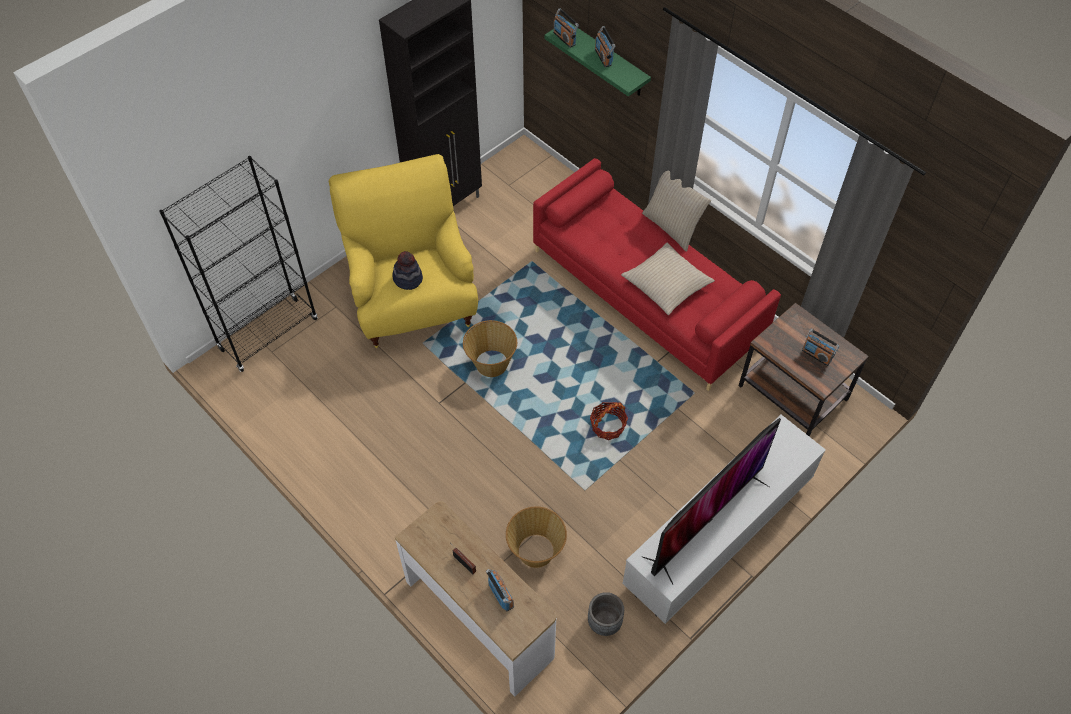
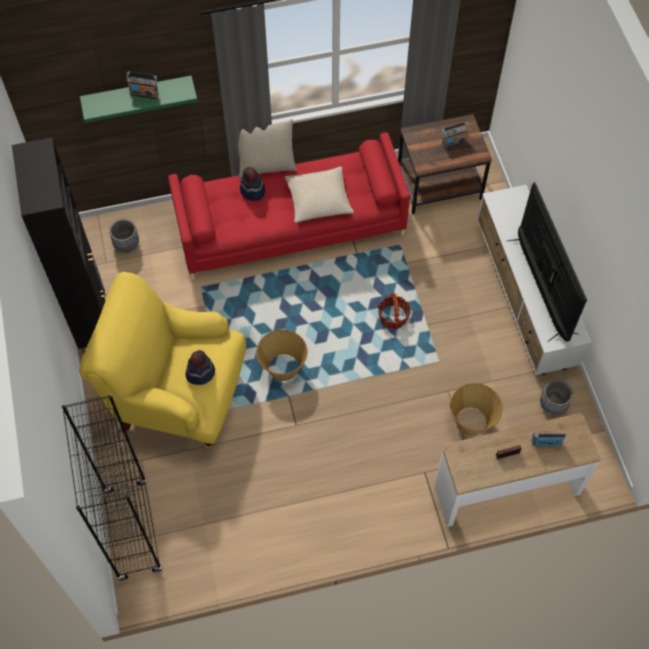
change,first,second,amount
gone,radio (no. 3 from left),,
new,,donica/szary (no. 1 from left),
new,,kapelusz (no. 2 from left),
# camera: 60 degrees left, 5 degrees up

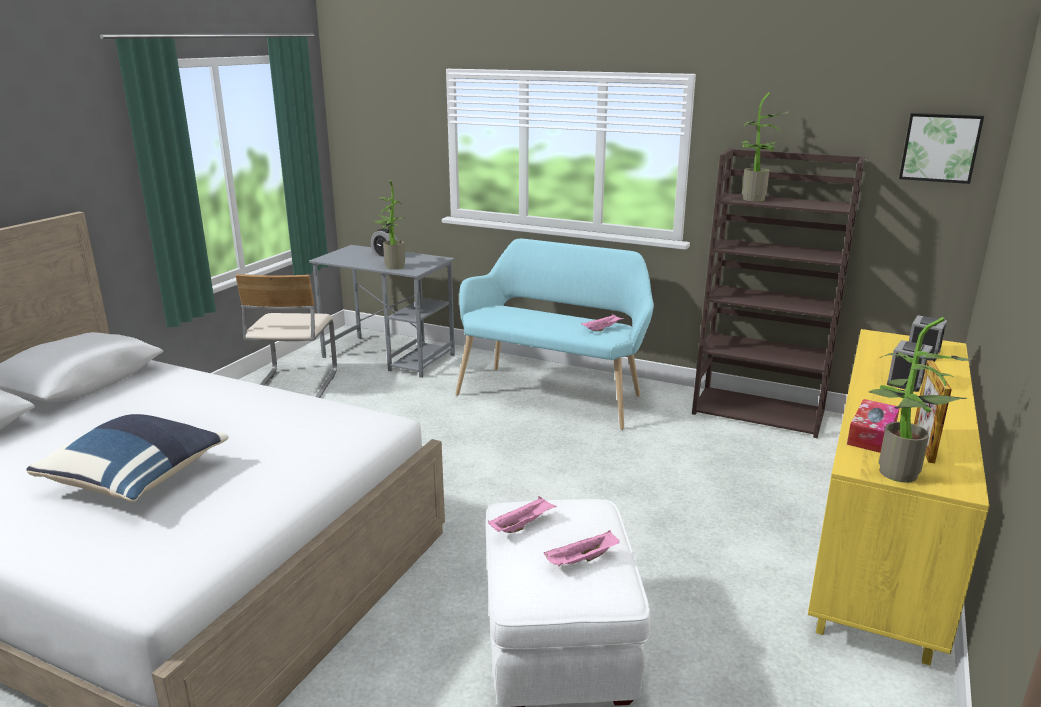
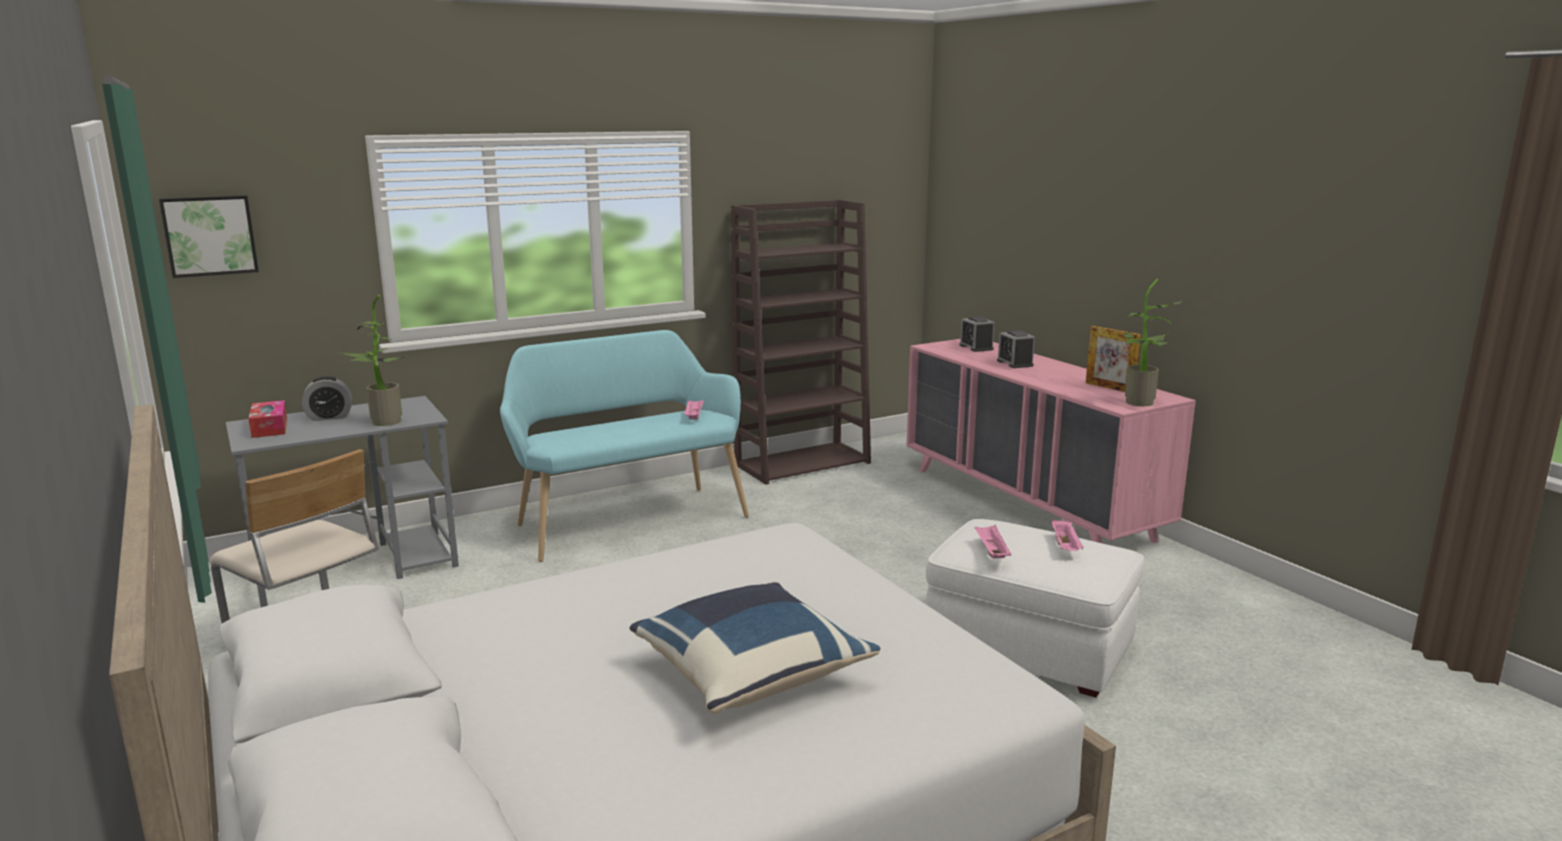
change,first,second,amount
gone,roślina doniczkowa (no. 2 from left),,
shifted,pudełko chusteczek,,
shifted,obraz,,
repainted,komoda/żółty,komoda/różowy,
# camera: 55 degrees left, 5 degrees down

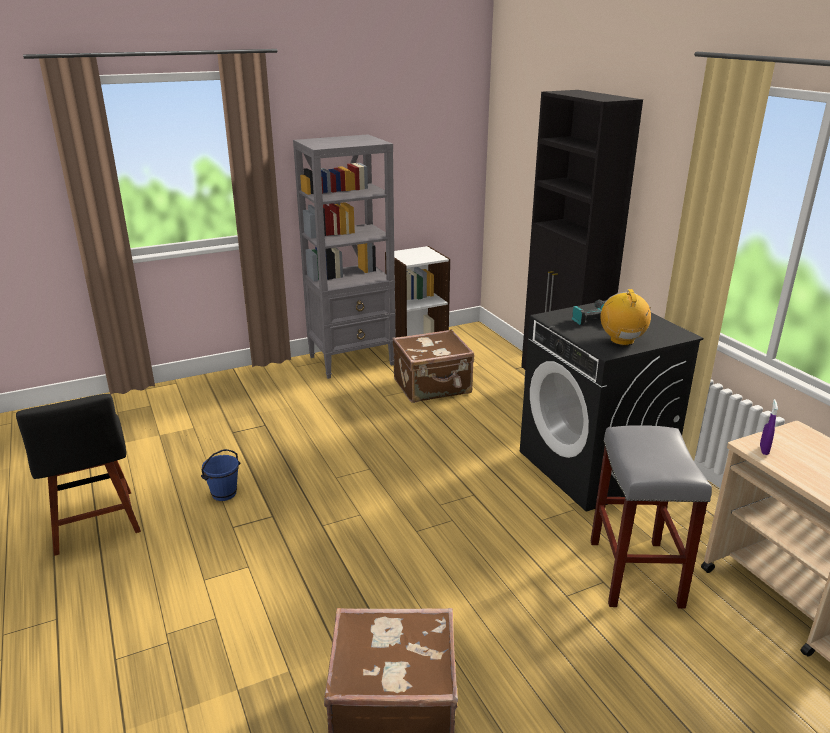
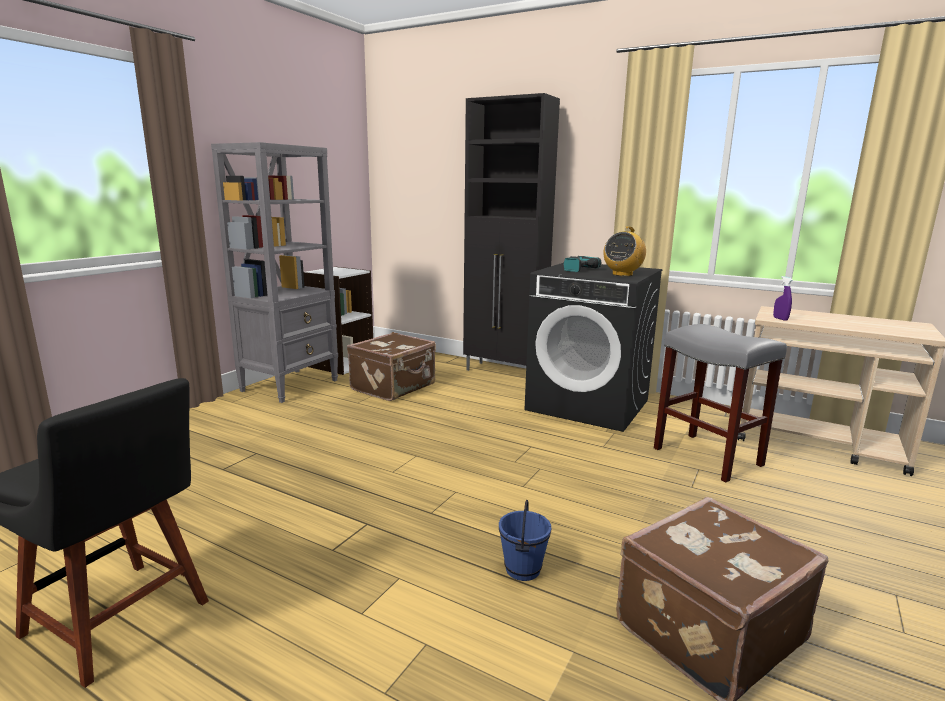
change,first,second,amount
shifted,wiadro/niebieski,,
rotated,radio,,105 degrees counterclockwise
# camera: 35 degrees left, 10 degrees down

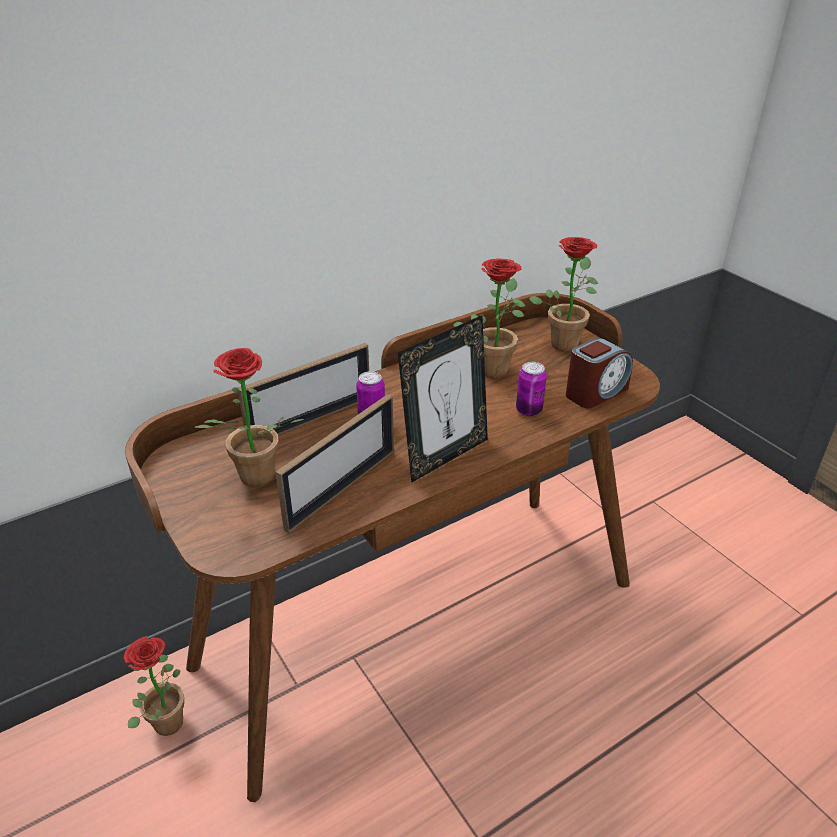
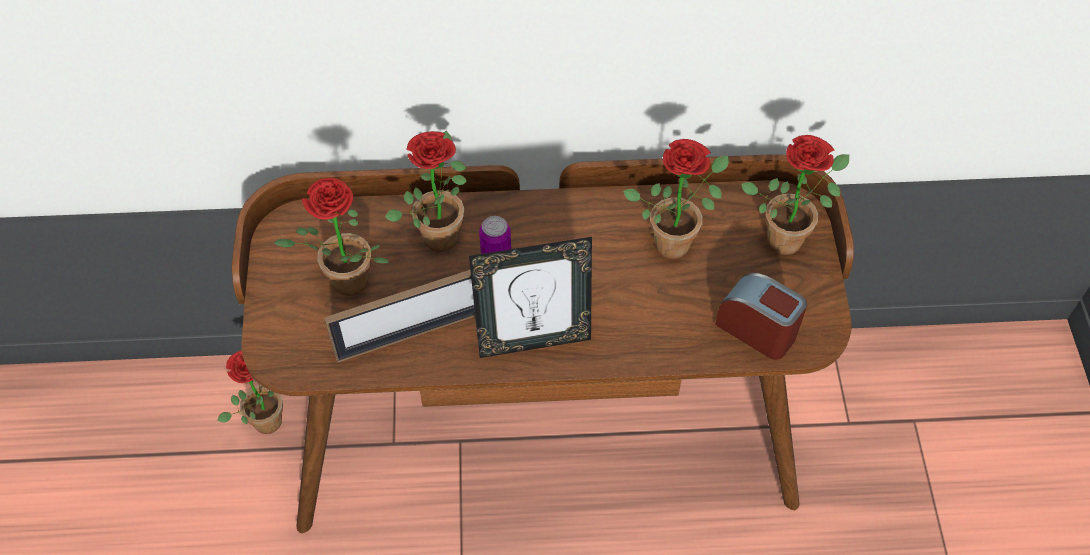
change,first,second,amount
gone,puszka (no. 2 from left),,
swapped,ramka na zdjęcie (no. 1 from left),roślina doniczkowa (no. 3 from left),
rotated,budzik,,135 degrees counterclockwise
# camera: 30 degrees right, 20 degrees up

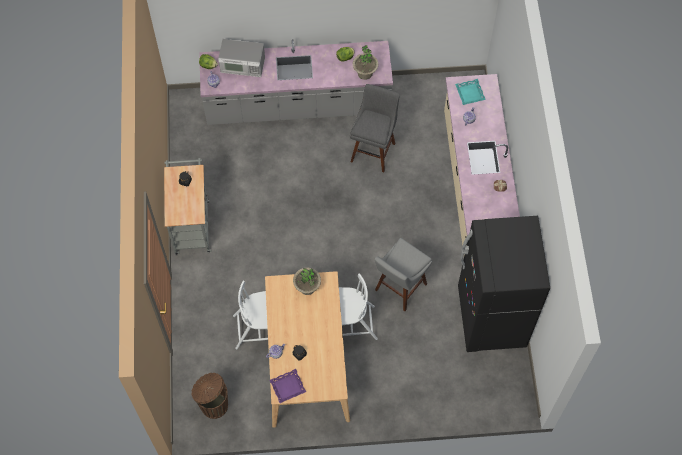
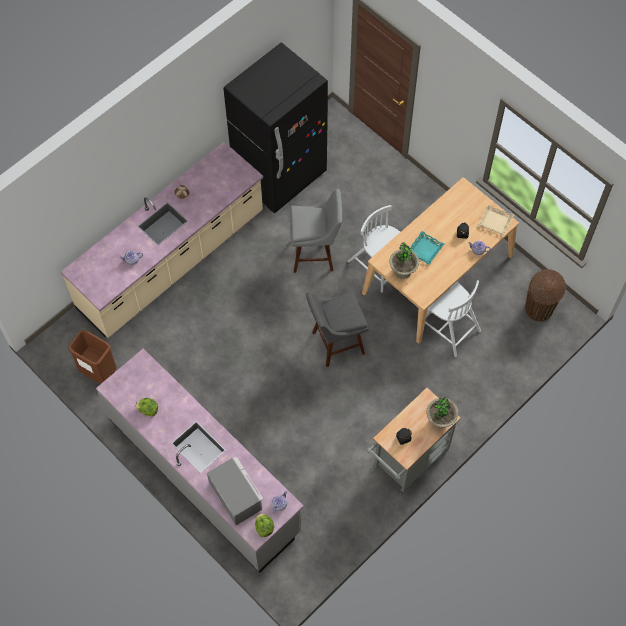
change,first,second,amount
new,,kosz na śmieci/brązowy (no. 1 from left),
shifted,stołek/szary (no. 1 from left in the first image),stołek/szary (no. 2 from left),
shifted,roślina doniczkowa (no. 2 from left),,
shifted,taca/turkusowy,,
repainted,taca/fioletowy,taca/beżowy,
# camera: 130 degrees left, 0 degrees up

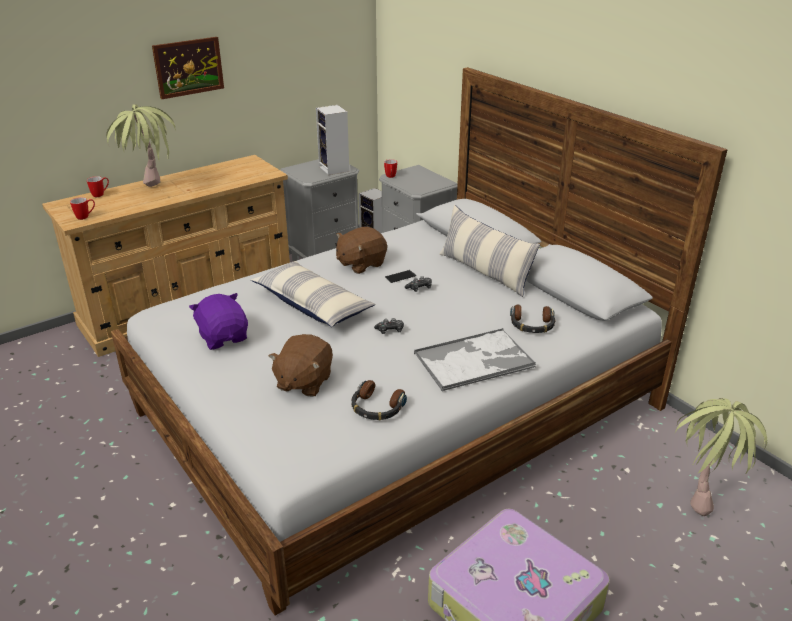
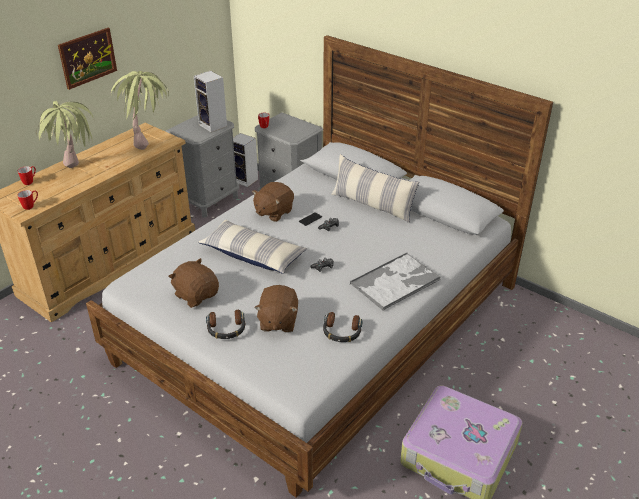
change,first,second,amount
shifted,słuchawki (no. 2 from left in the first image),słuchawki (no. 1 from left),
shifted,roślina doniczkowa (no. 2 from left),,
repainted,pluszak/fioletowy,pluszak/brązowy (no. 1 from left),
# camera: 15 degrees left, 5 degrees up

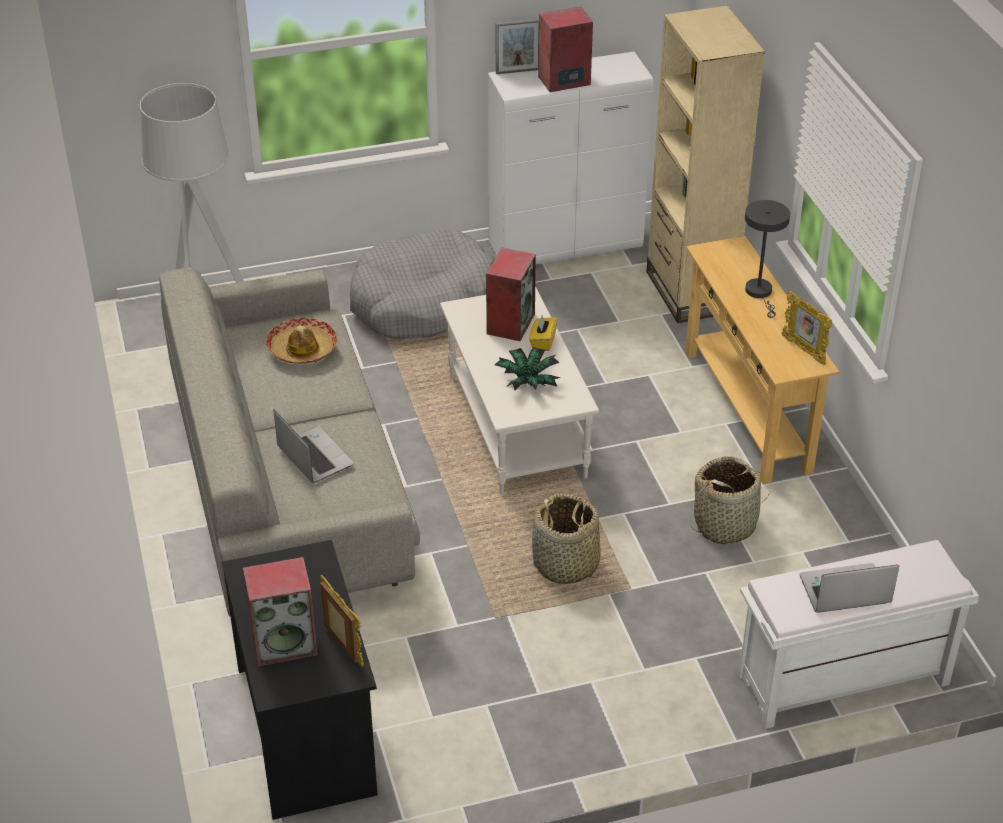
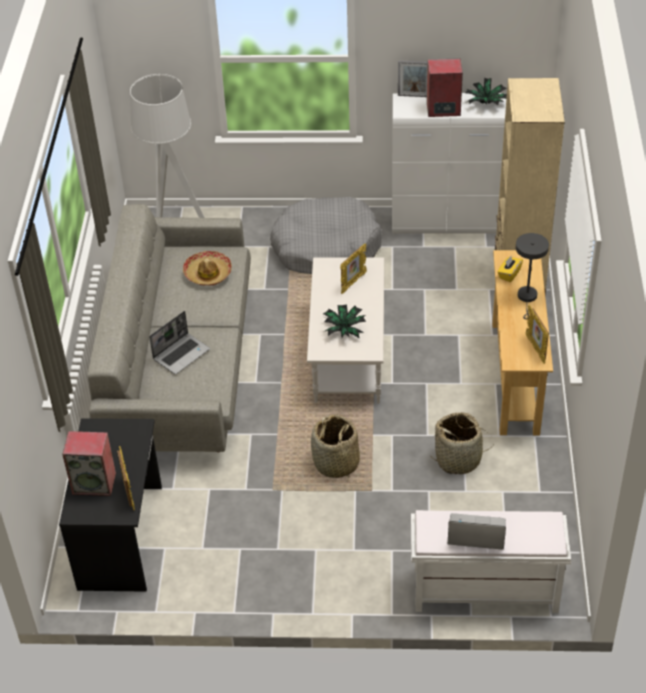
change,first,second,amount
new,,roślina doniczkowa (no. 2 from left),
shifted,pudełko chusteczek/żółty,,
swapped,głośnik (no. 2 from left),ramka na zdjęcie (no. 2 from left),
rotated,laptop (no. 1 from left),,60 degrees clockwise
# camera: 20 degrees right, 5 degrees up

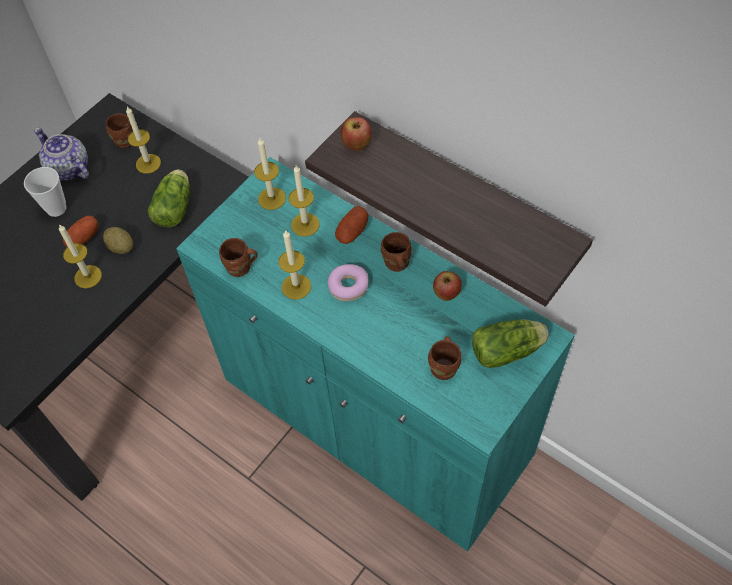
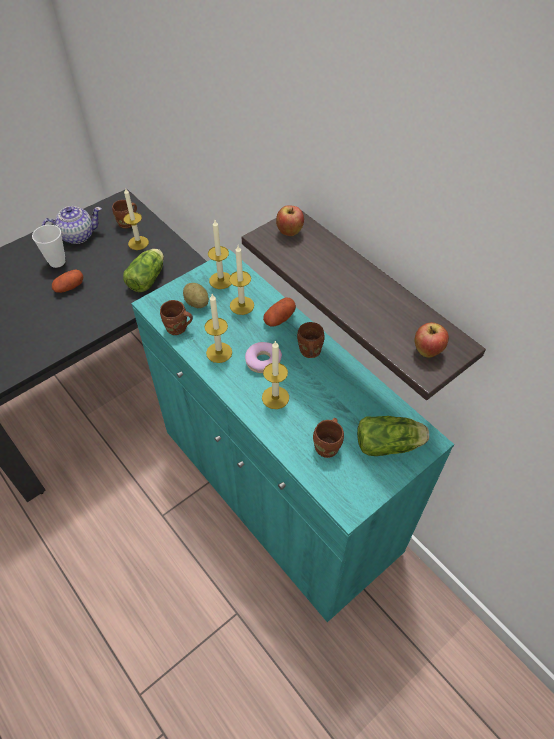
change,first,second,amount
shifted,świeca (no. 1 from left in the first image),świeca (no. 5 from left),
shifted,ziemniak (no. 2 from left),,
shifted,jabłko (no. 2 from left),,
rotated,imbryk,,105 degrees clockwise
# camera: 10 degrees right, 5 degrees down

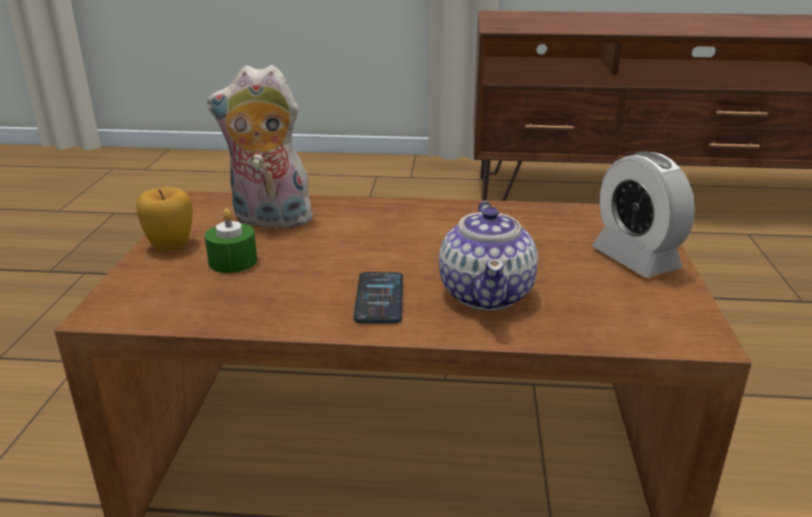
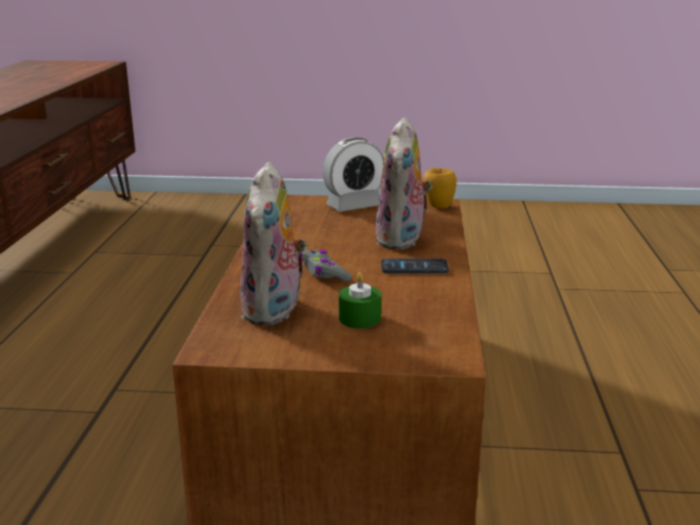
change,first,second,amount
new,,pad do gier/szary,
shifted,jabłko,,
swapped,imbryk,pluszak (no. 2 from left),
# camera: 90 degrees left, 5 degrees down

